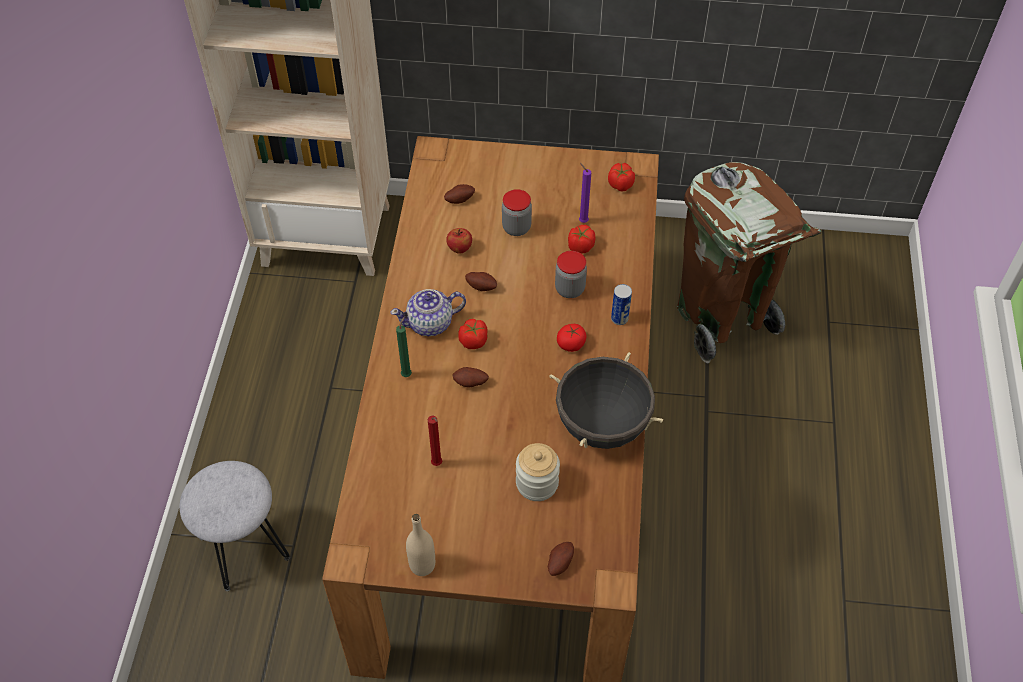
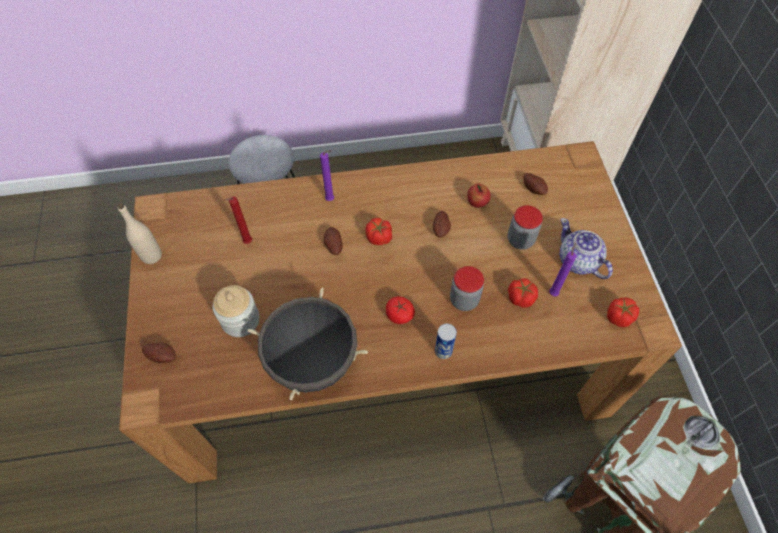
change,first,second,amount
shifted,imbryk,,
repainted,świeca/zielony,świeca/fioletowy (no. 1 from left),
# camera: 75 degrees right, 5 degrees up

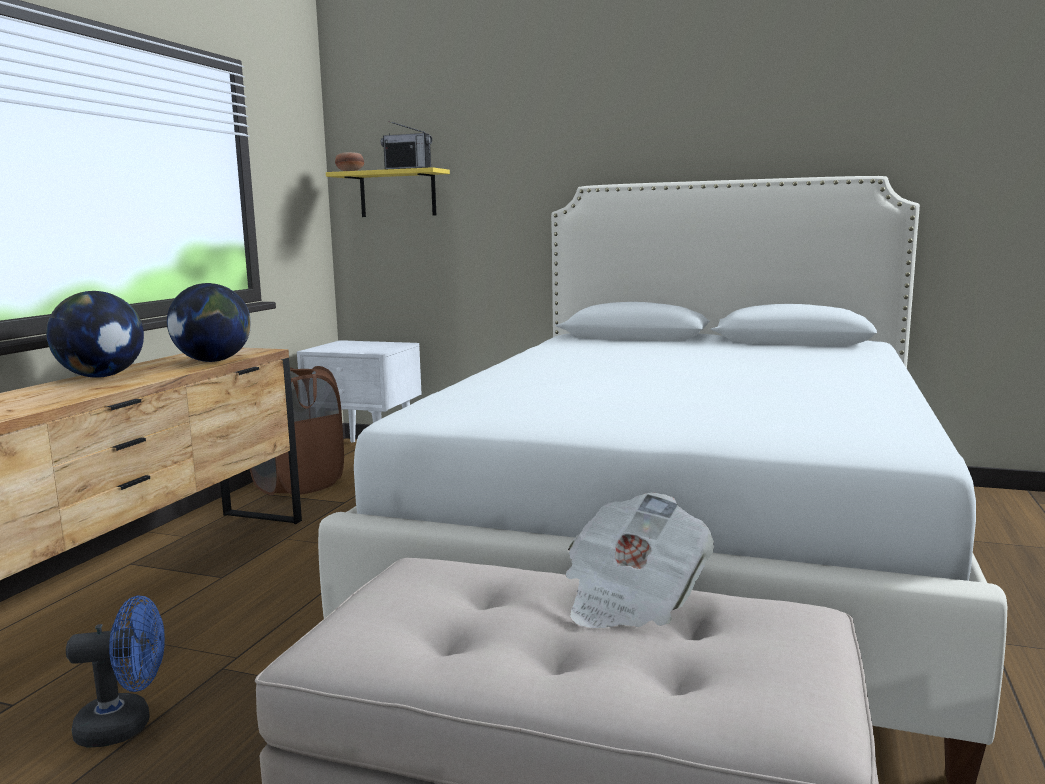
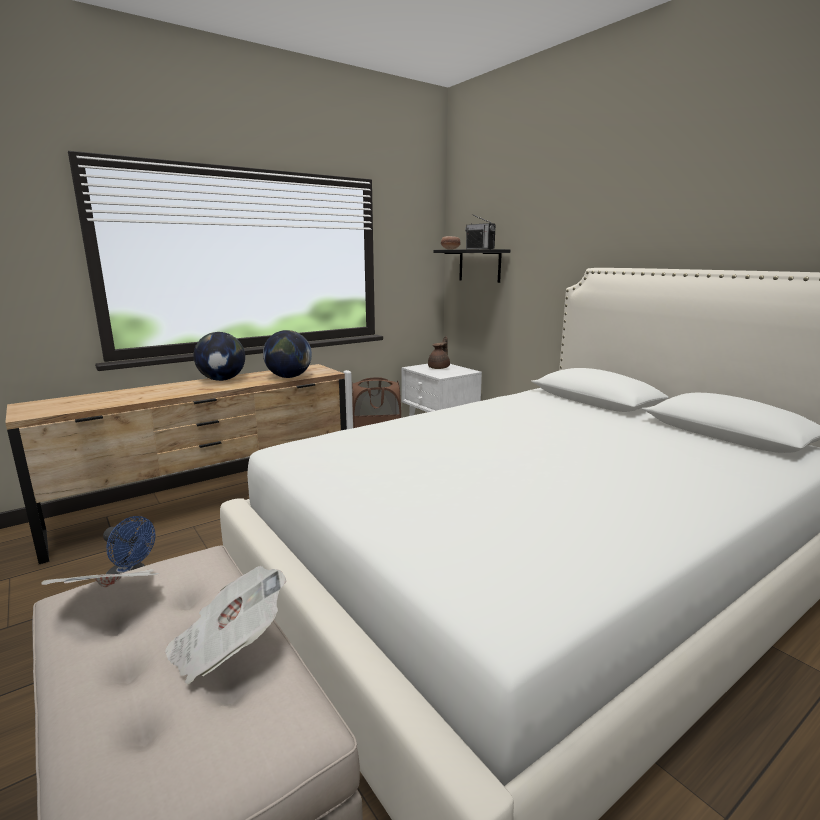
change,first,second,amount
new,,gazeta (no. 1 from left),
new,,imbryk/brązowy,
repainted,półka/żółty,półka/czarny,
# camera: 35 degrees right, 5 degrees up

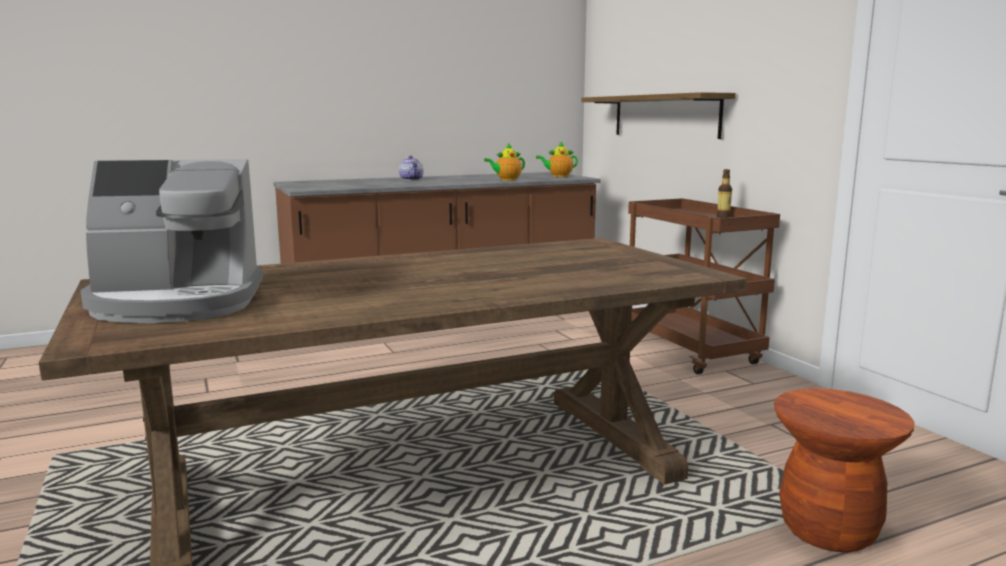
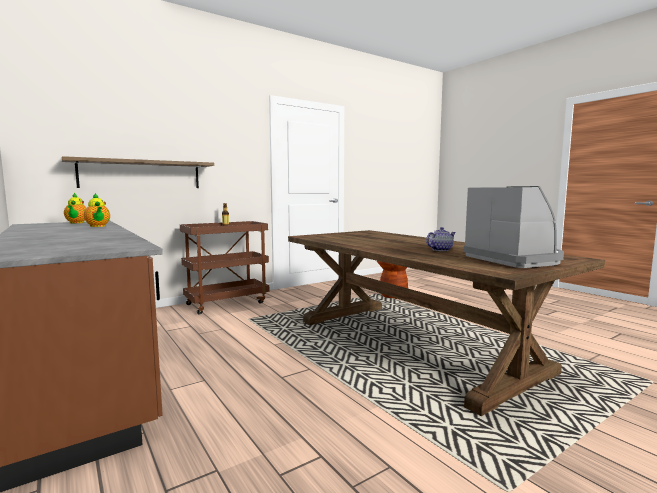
change,first,second,amount
shifted,imbryk (no. 1 from left in the first image),imbryk (no. 3 from left),
# camera: 100 degrees left, 5 degrees down

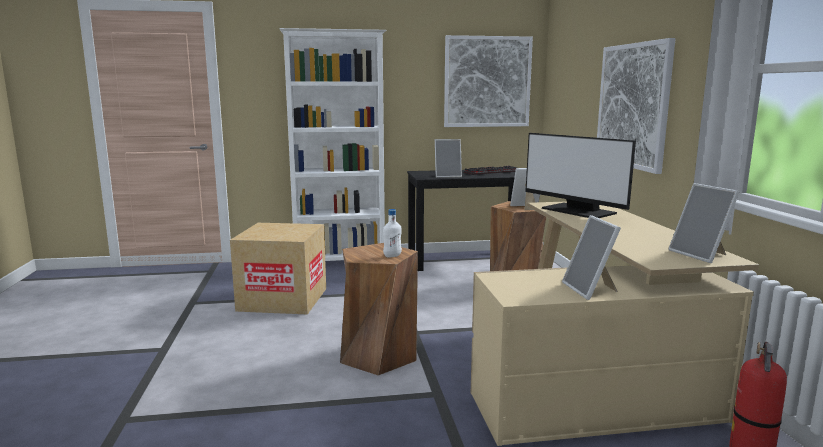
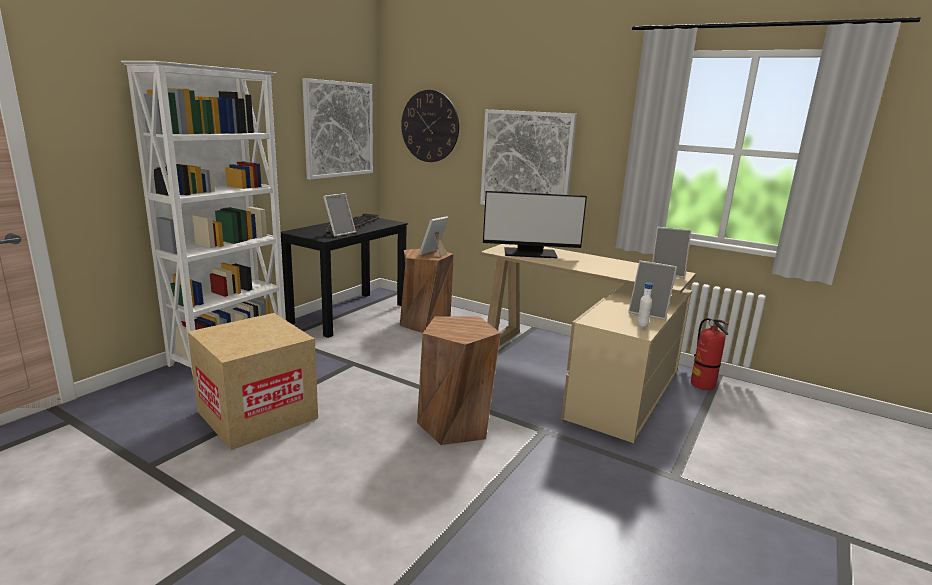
change,first,second,amount
new,,zegar ścienny,
shifted,butelka/biały,,
# camera: 50 degrees left, 5 degrees up

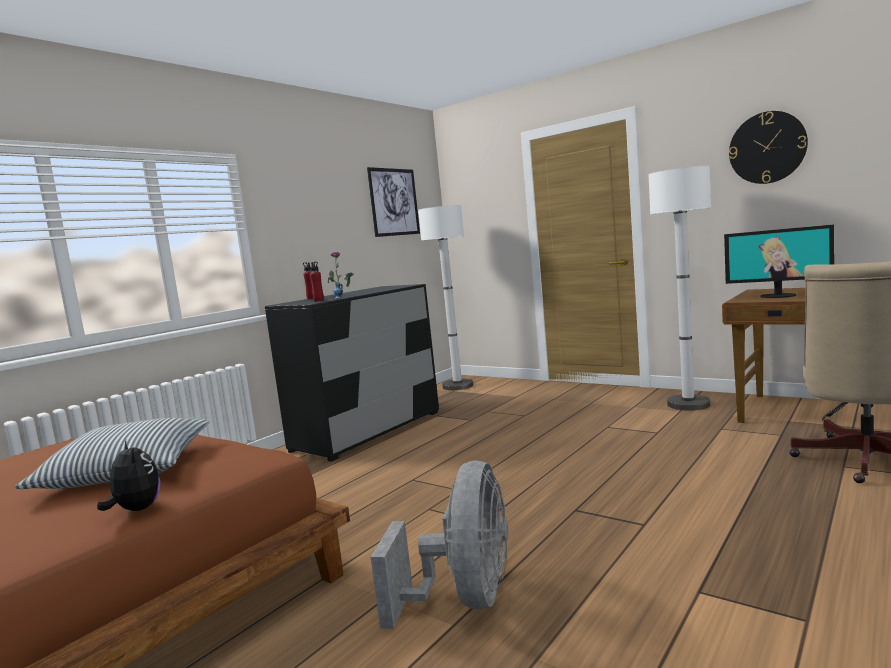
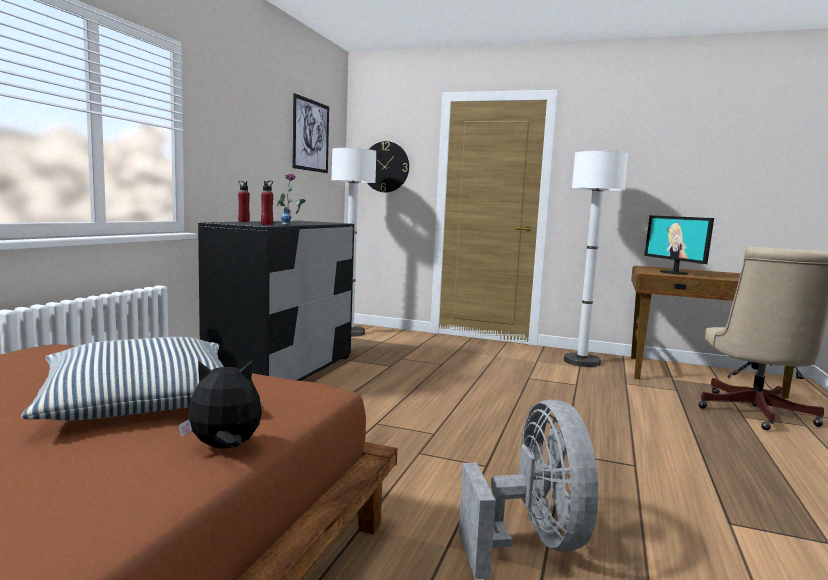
change,first,second,amount
shifted,zegar ścienny,,
rotated,pluszak,,45 degrees counterclockwise
rotated,monitor,,60 degrees clockwise
# camera: 20 degrees left, 0 degrees up

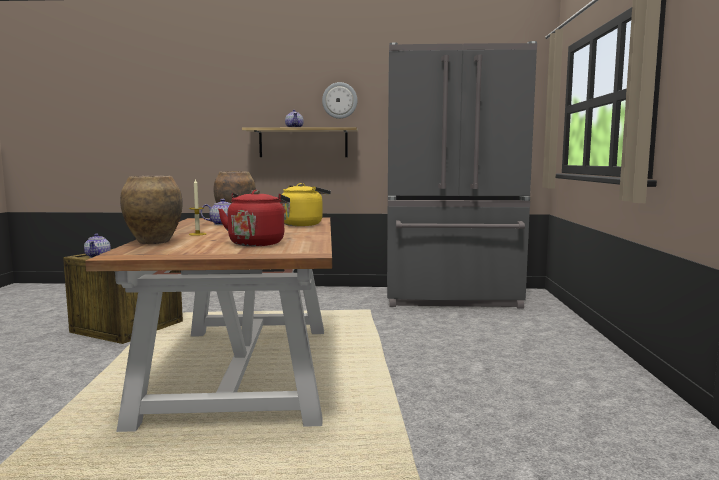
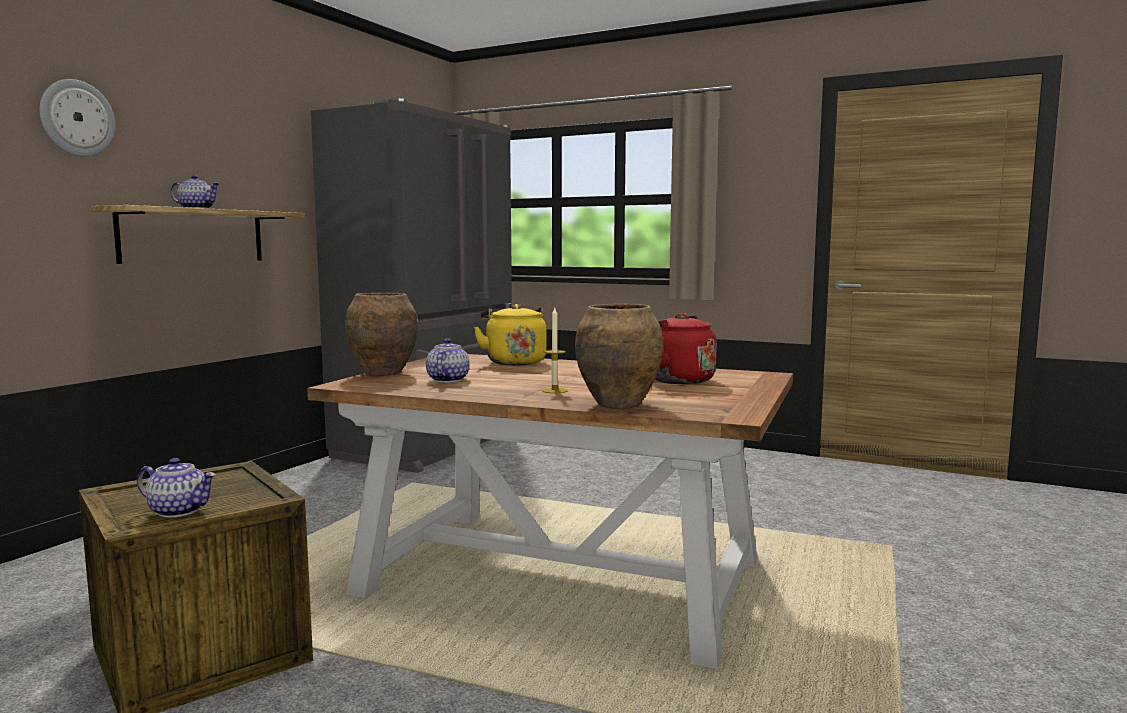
change,first,second,amount
shifted,zegar ścienny,,
# camera: 65 degrees left, 0 degrees up

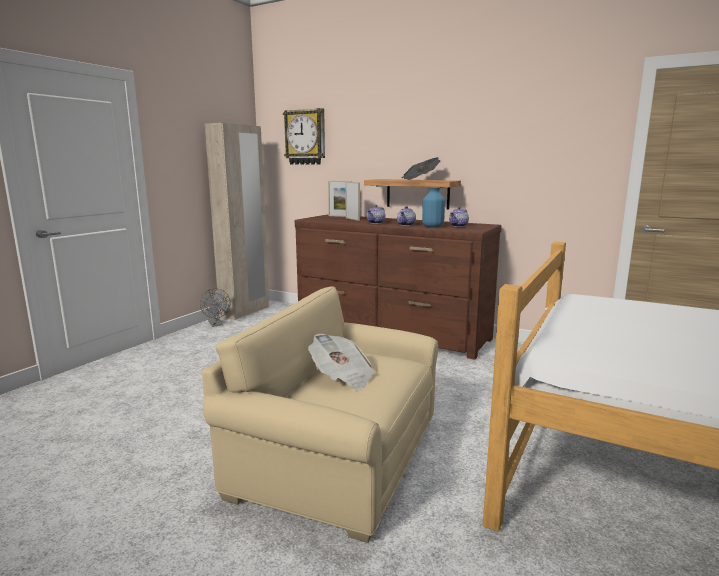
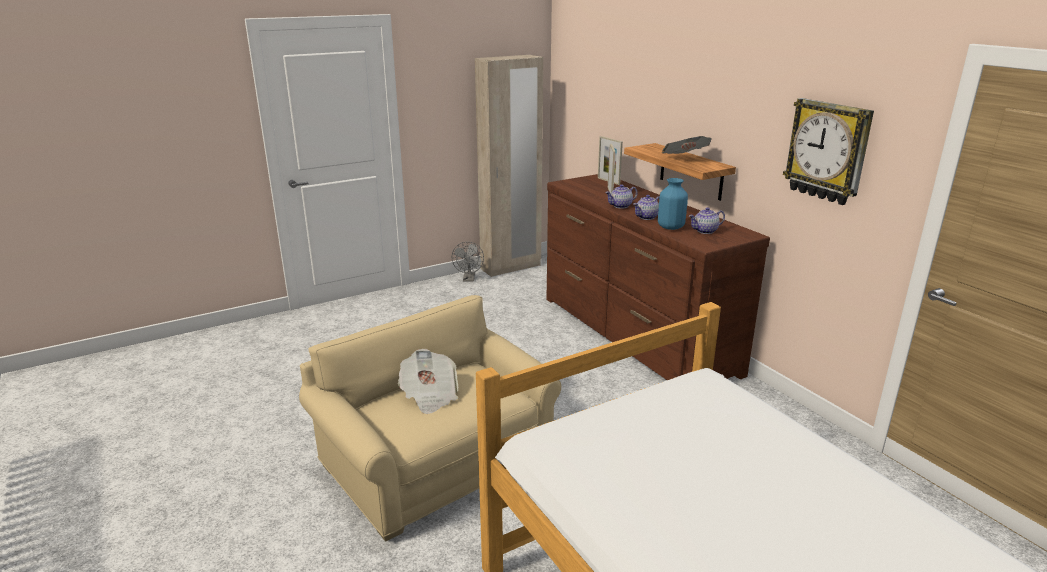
change,first,second,amount
shifted,zegar ścienny,,
# camera: 30 degrees right, 10 degrees up

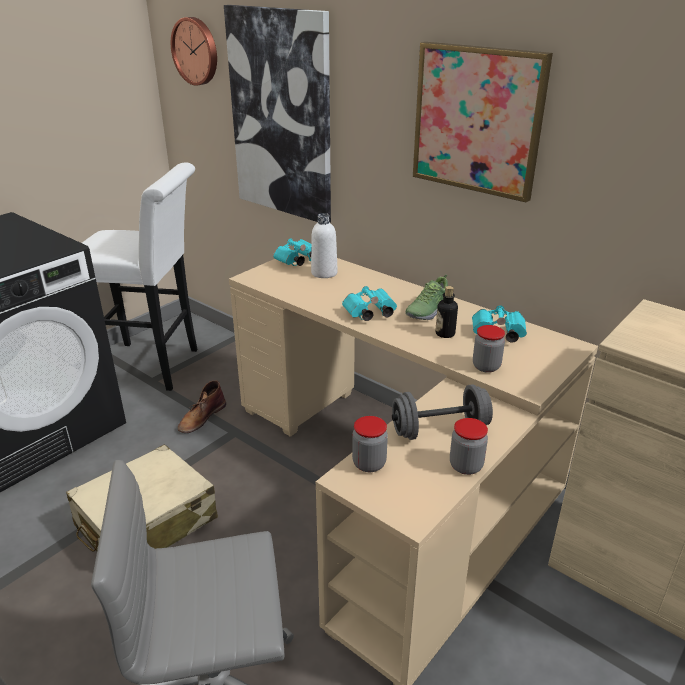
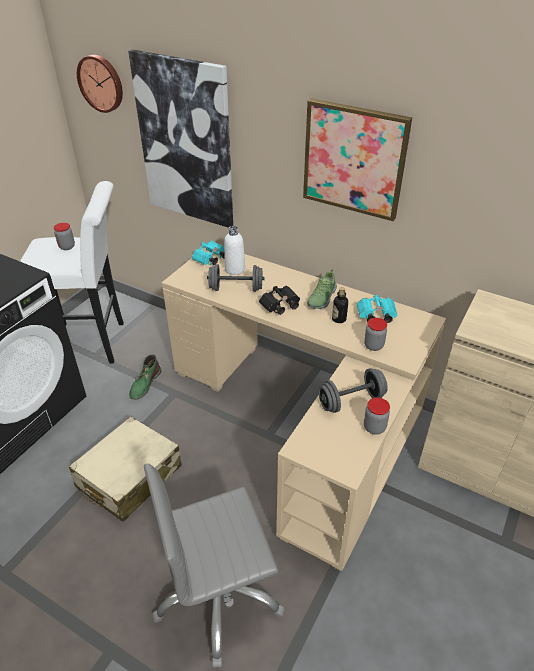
change,first,second,amount
new,,hantel/szary (no. 1 from left),
shifted,słoik (no. 1 from left),,
repainted,but z cholewką/brązowy,but z cholewką/zielony,
repainted,lornetka/turkusowy (no. 2 from left),lornetka/czarny,
# camera: 10 degrees left, 10 degrees up

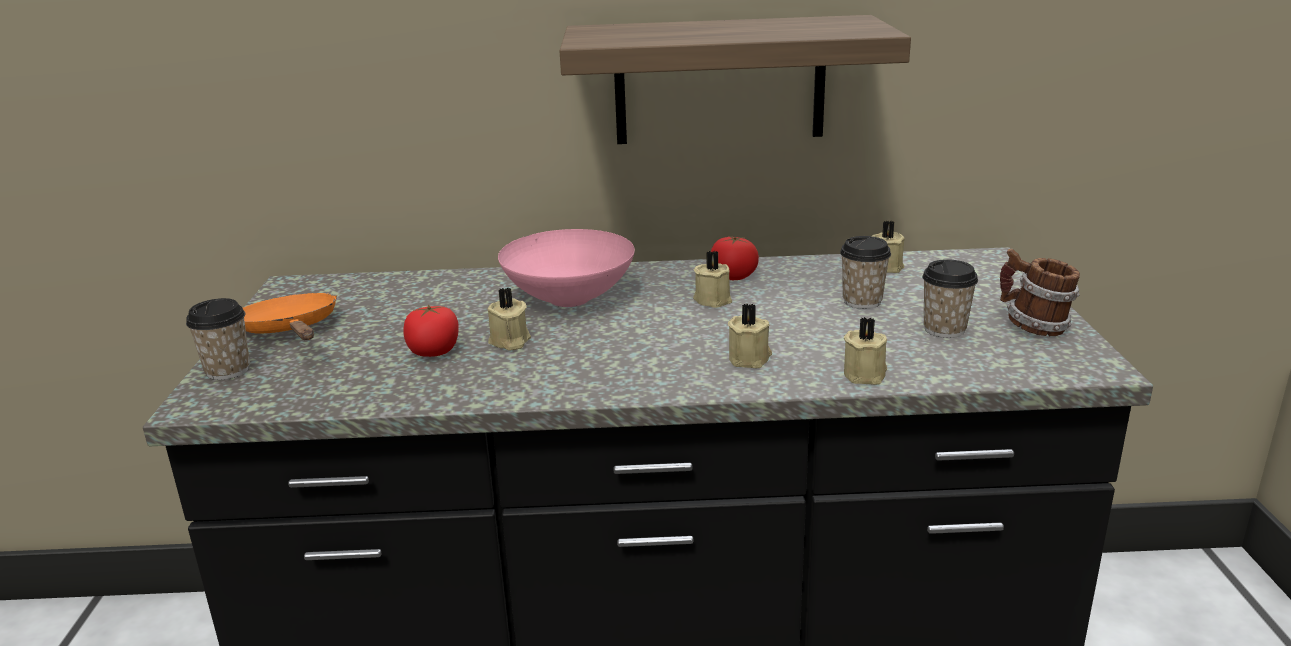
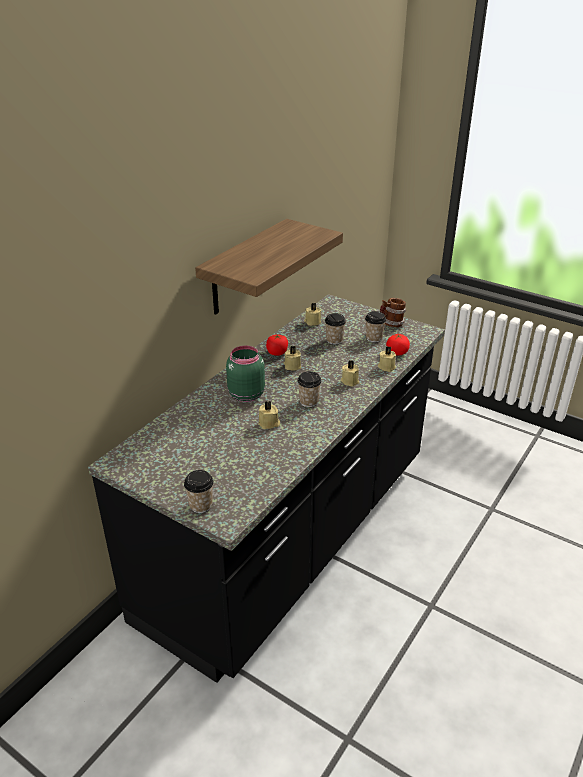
change,first,second,amount
gone,patelnia/pomarańczowy,,
new,,filiżanka (no. 2 from left),
shifted,pomidor (no. 1 from left in the first image),pomidor (no. 2 from left),
swapped,miska/różowy,słoik/zielony,
# camera: 55 degrees left, 10 degrees up

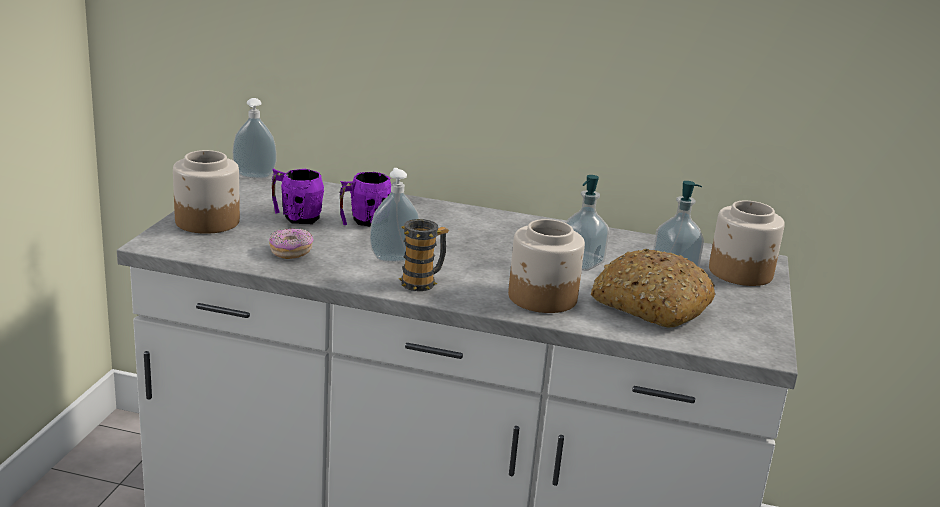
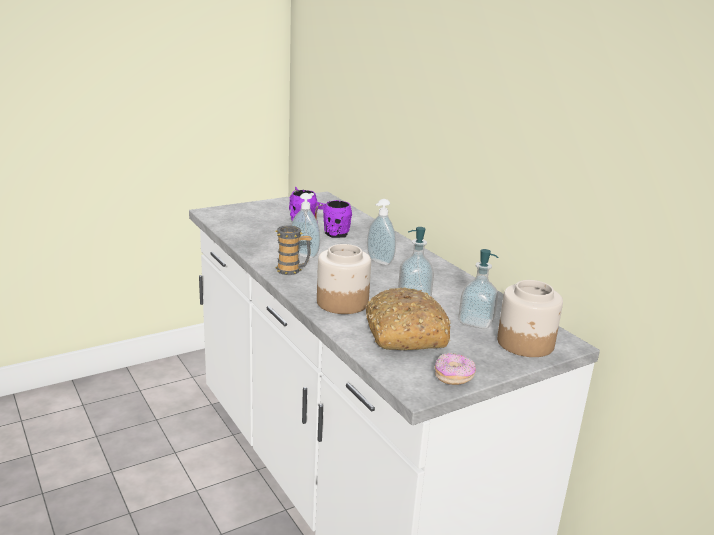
change,first,second,amount
gone,słoik (no. 1 from left),,
shifted,dozownik mydła (no. 1 from left in the first image),dozownik mydła (no. 2 from left),
shifted,donut,,
# camera: 45 degrees right, 0 degrees up

